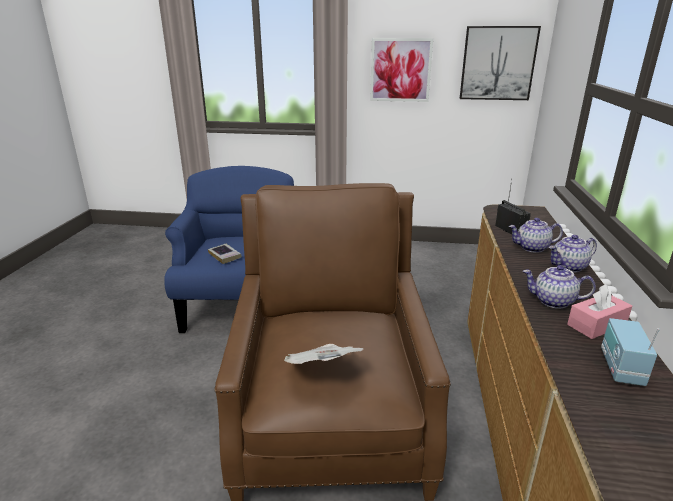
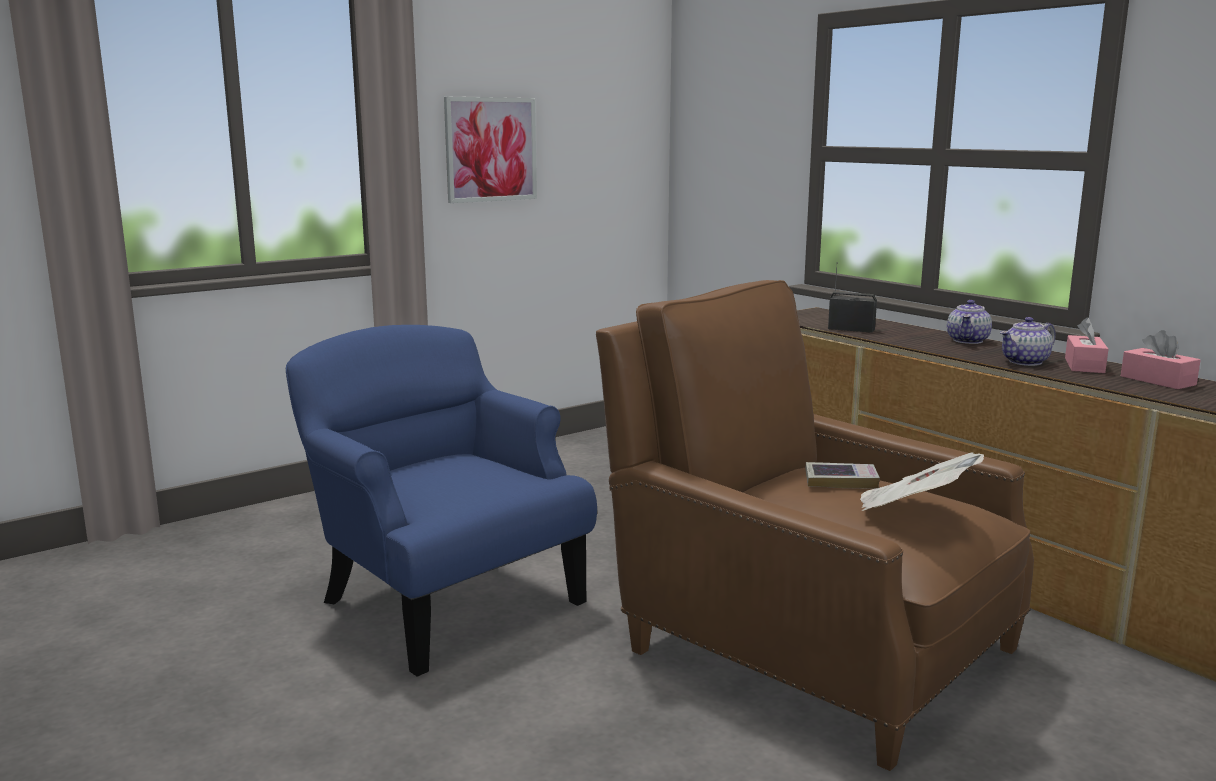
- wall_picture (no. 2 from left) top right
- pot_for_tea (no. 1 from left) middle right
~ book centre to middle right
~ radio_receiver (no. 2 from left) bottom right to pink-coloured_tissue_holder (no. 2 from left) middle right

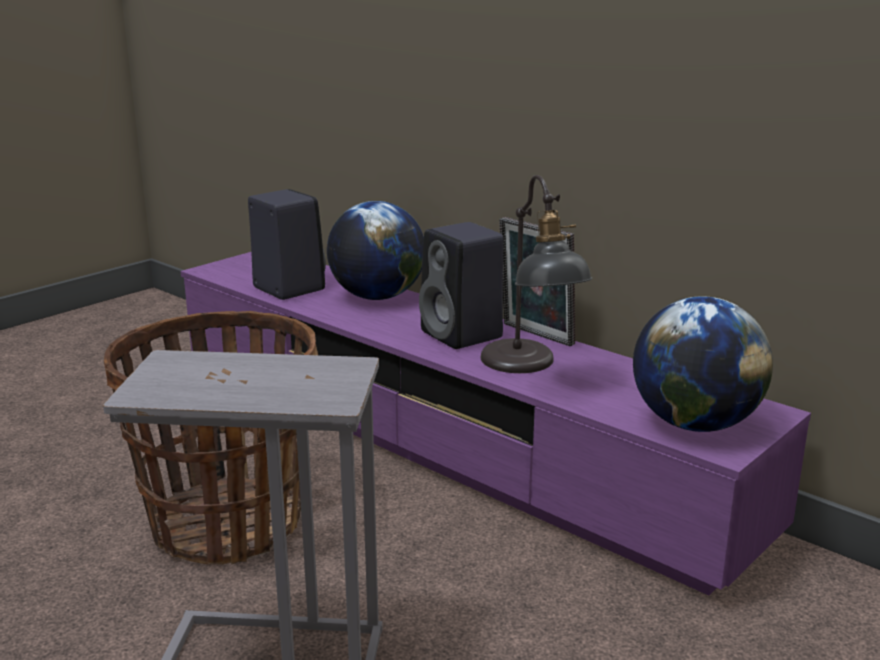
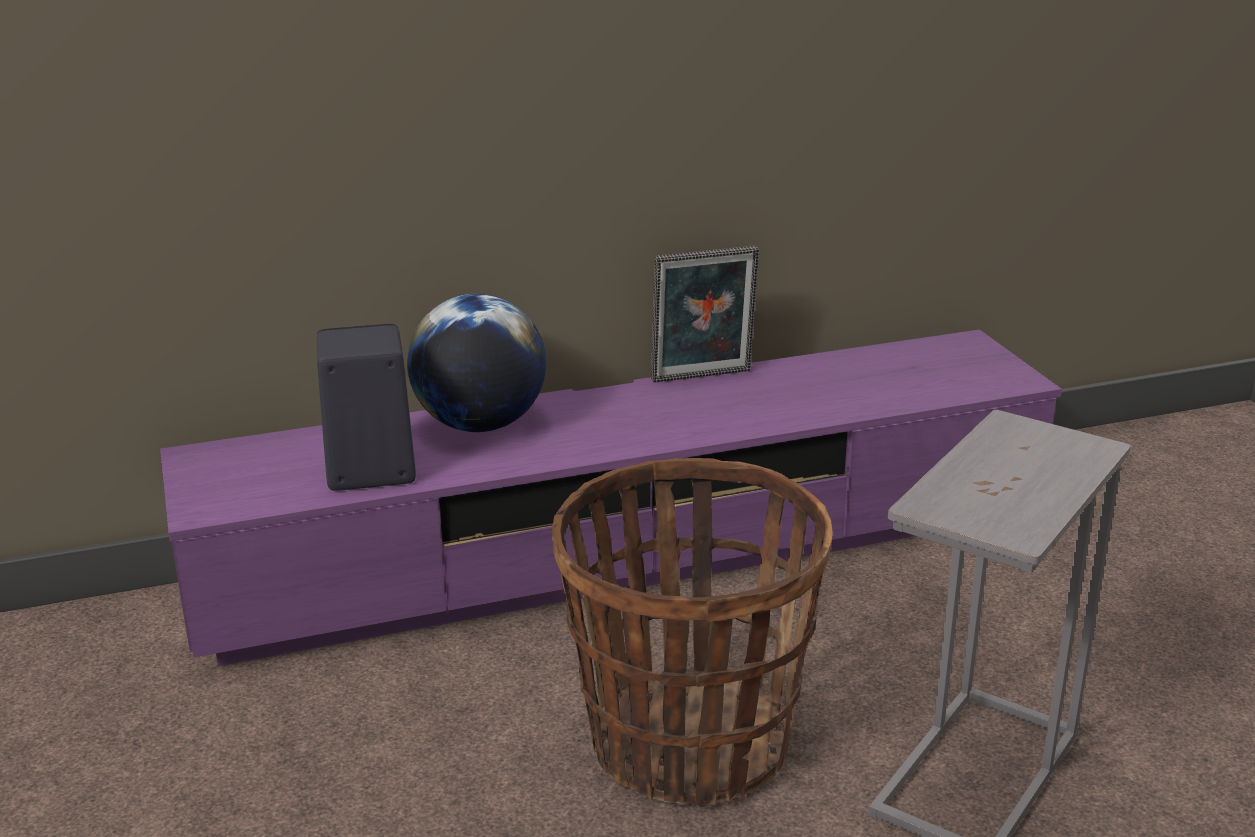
- grey_lamp_for_a_table centre
- black_audio_speaker (no. 2 from left) centre
- globe (no. 2 from left) middle right

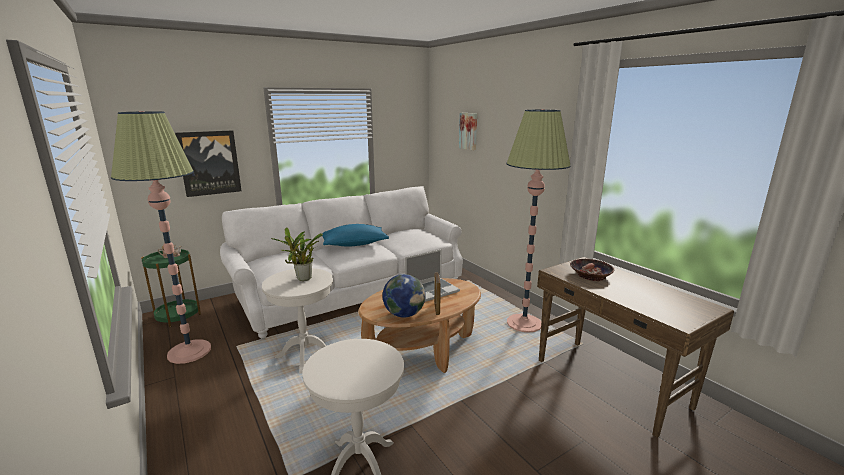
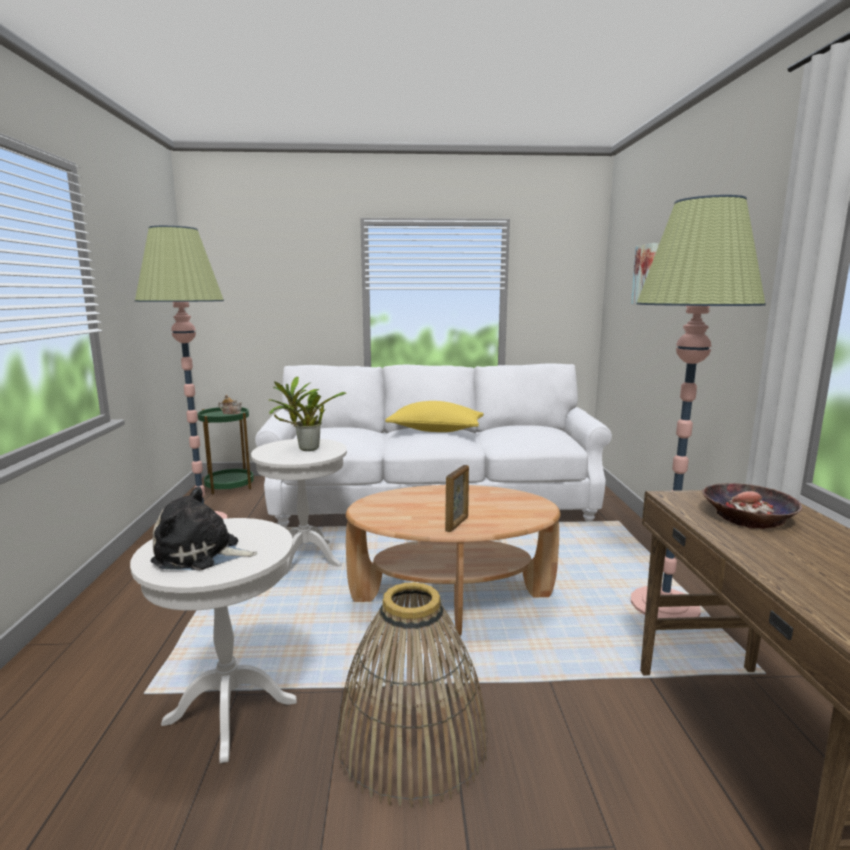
- wall_picture (no. 1 from left) middle left
~ blue-coloured_cushion centre to yellow_cushion centre
- portable_computer centre
- globe centre
+ soft_toy middle left
+ household_basket bottom centre

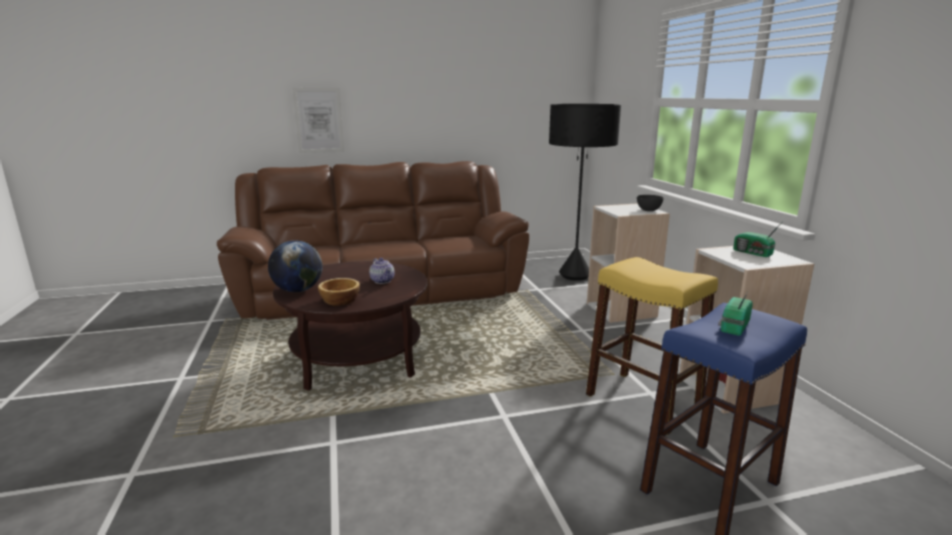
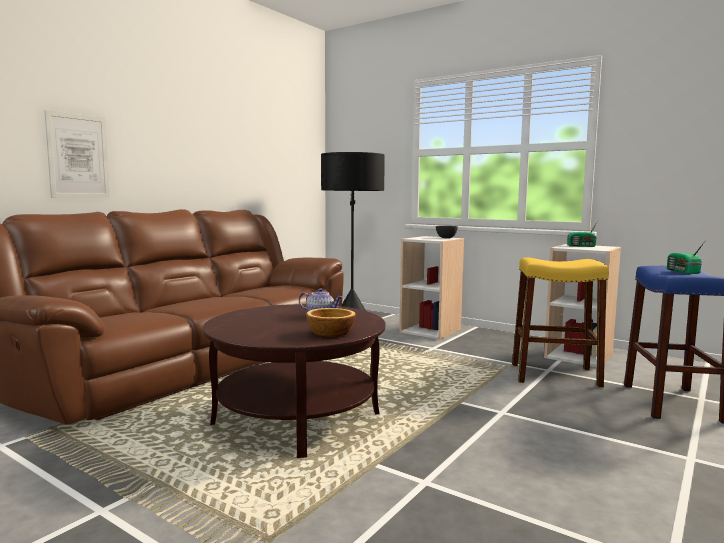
- globe middle left

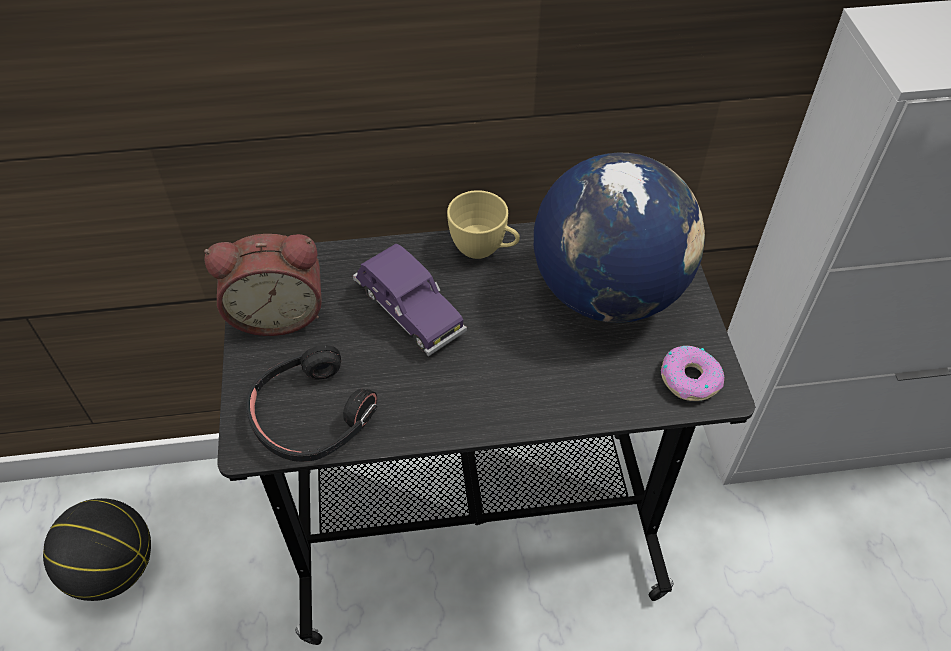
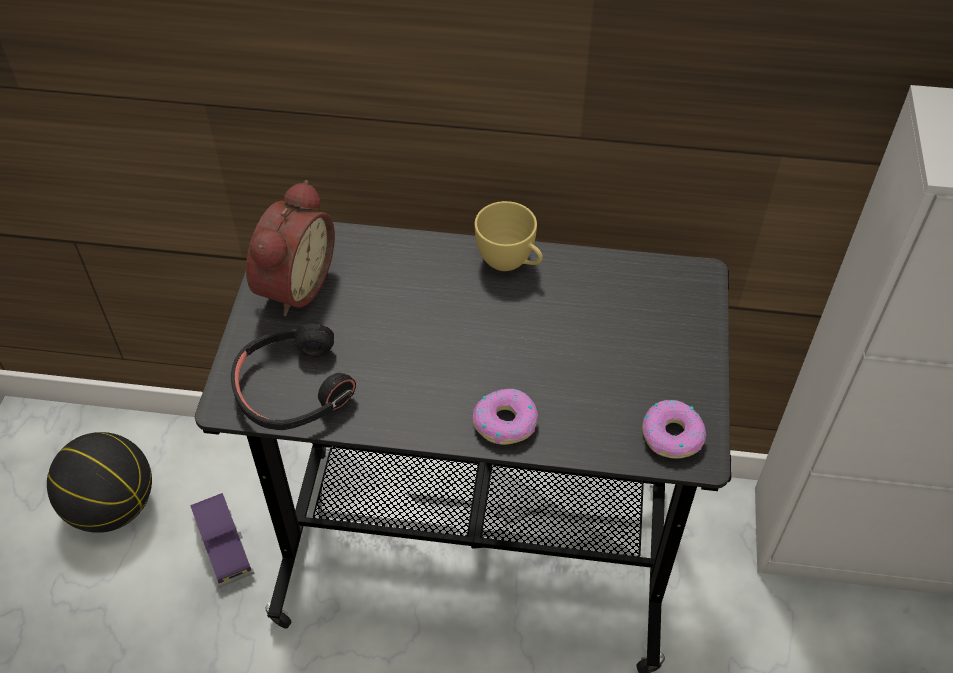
- globe centre
~ table_clock middle left = middle left 75 degrees counterclockwise
~ purplish_model_car centre to bottom left
+ doughnut (no. 1 from left) centre

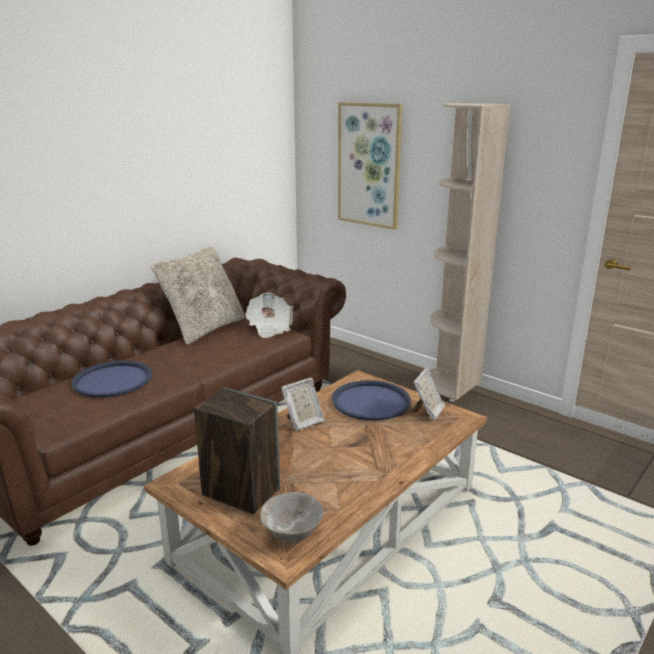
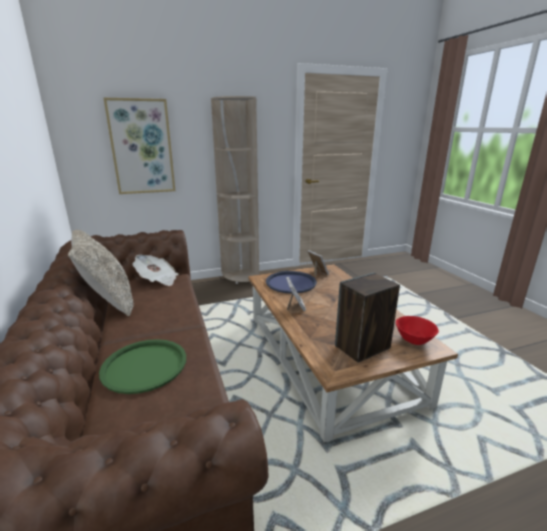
~ blue-coloured_carrying_tray (no. 1 from left) middle left to greenish_carrying_tray bottom left
~ grey_bowl bottom centre to red-coloured_bowl middle right

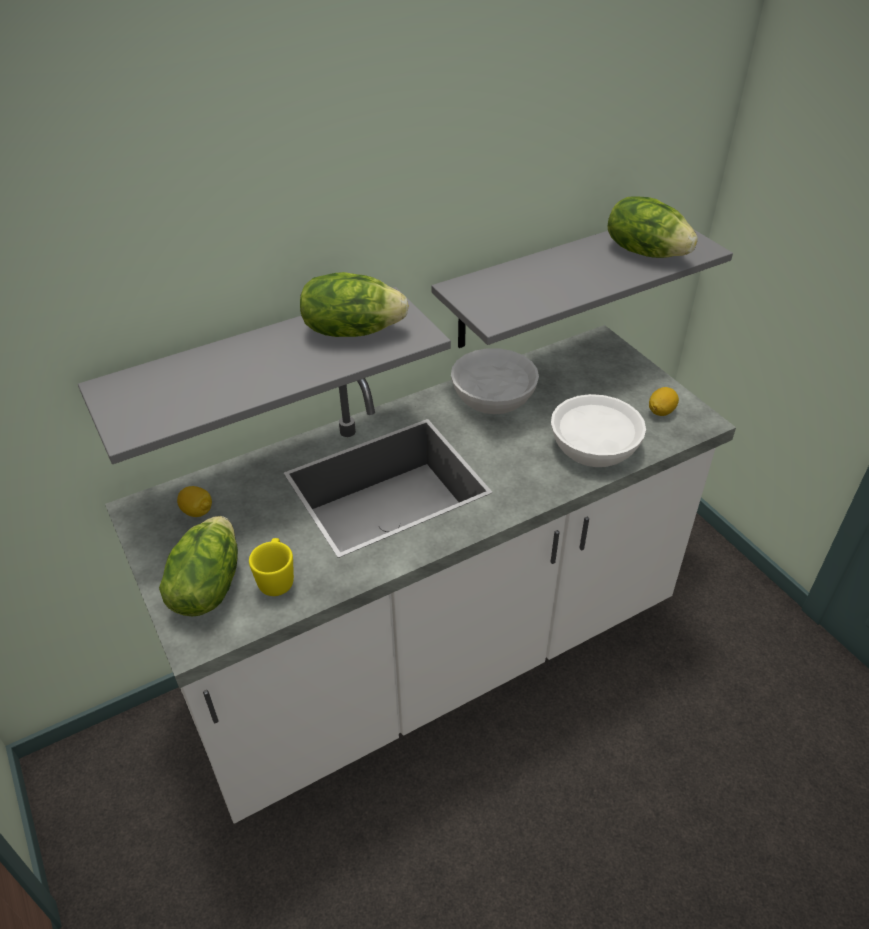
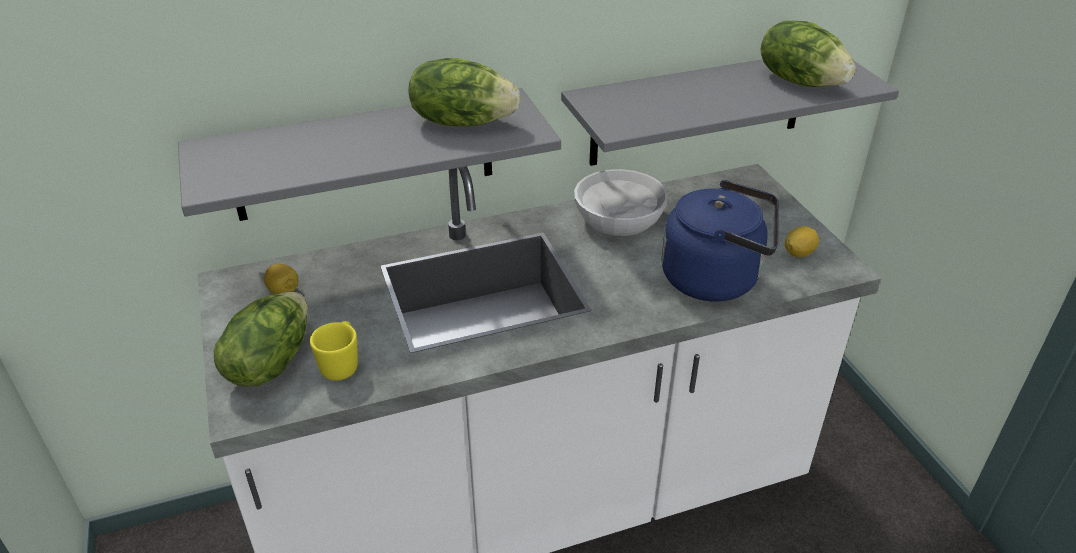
~ white-coloured_bowl (no. 2 from left) middle right to blue-coloured_tea_kettle middle right

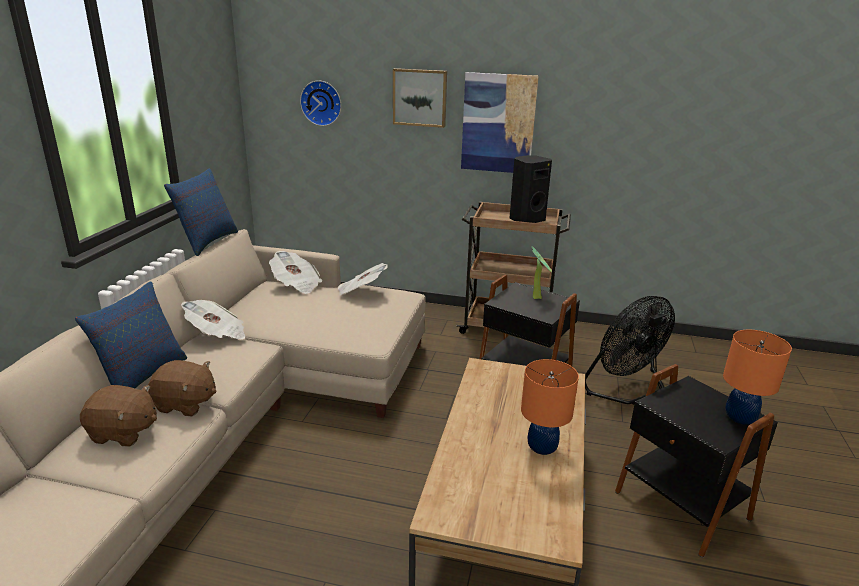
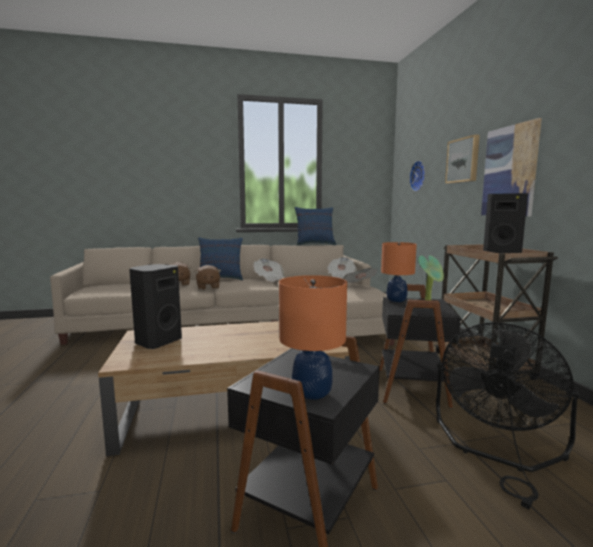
~ orange_lamp_for_a_table (no. 1 from left in the first image) bottom centre to orange_lamp_for_a_table (no. 2 from left) middle right
+ black_audio_speaker (no. 1 from left) middle left

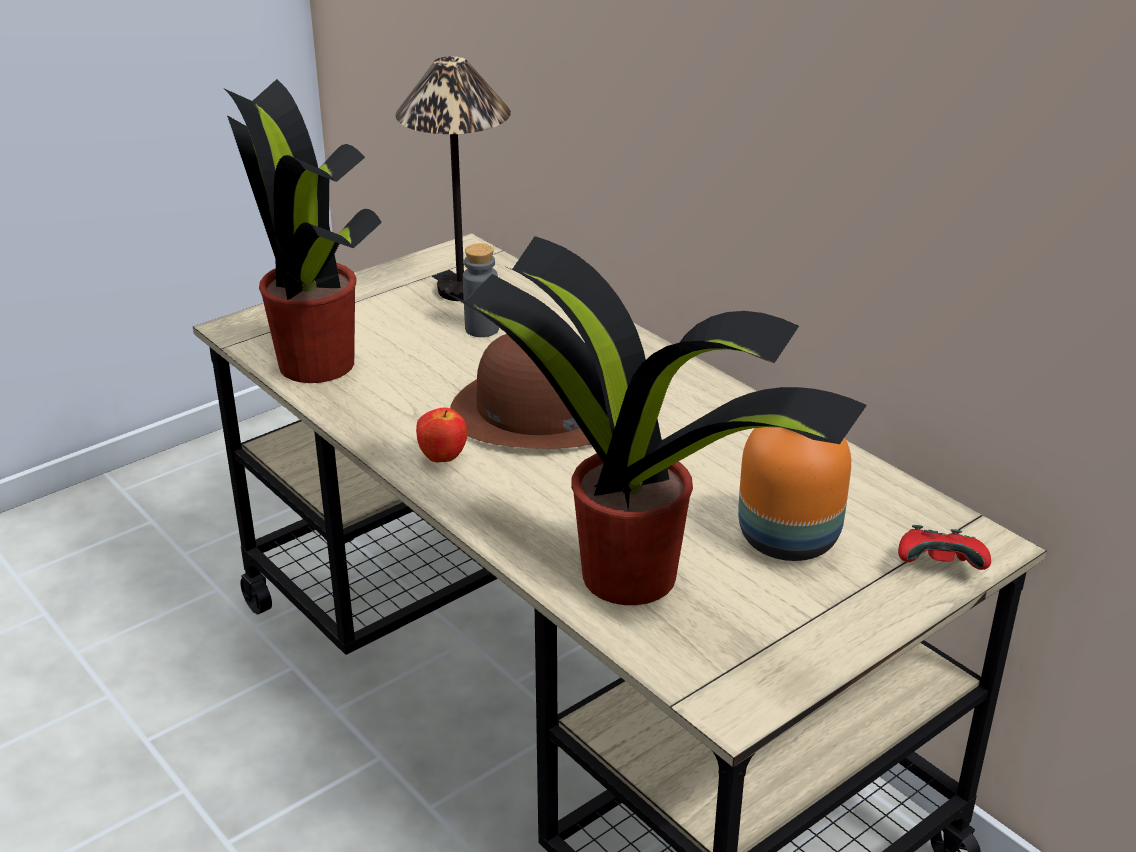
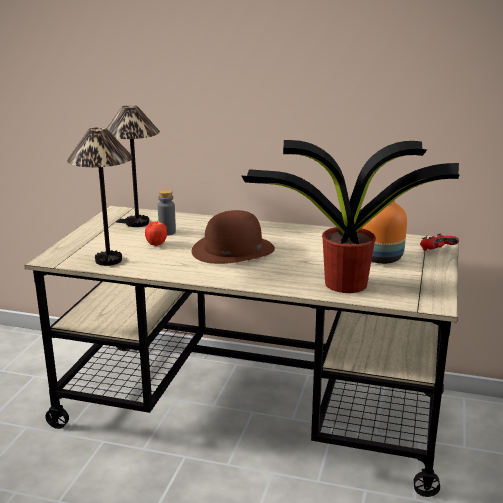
~ houseplant (no. 1 from left) top left to lamp_for_a_table (no. 1 from left) middle left
~ whole_apple centre to middle left

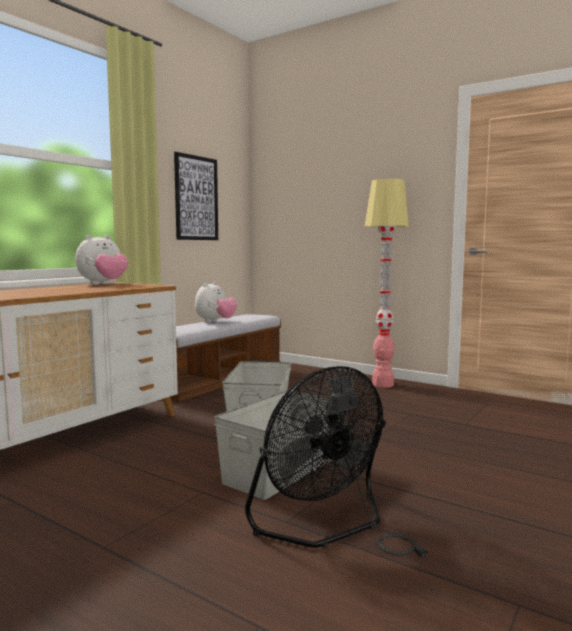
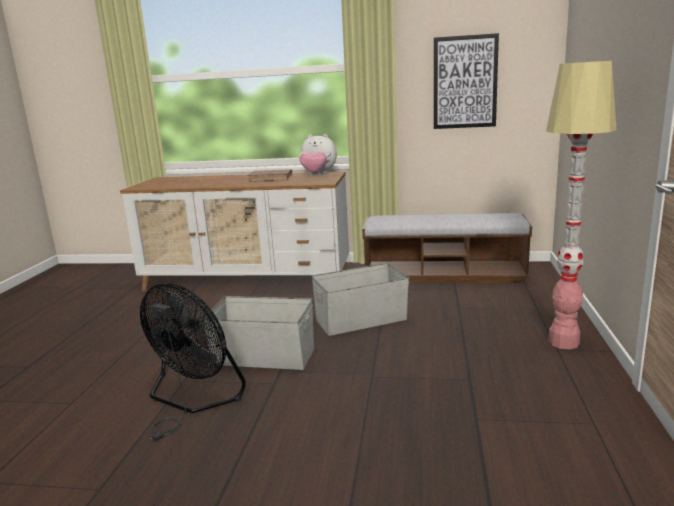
- soft_toy (no. 2 from left) centre
+ brown_book centre

